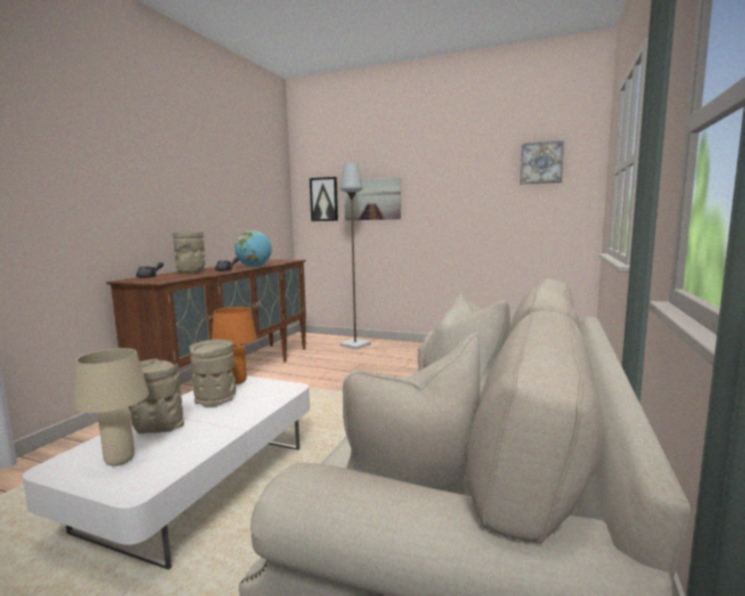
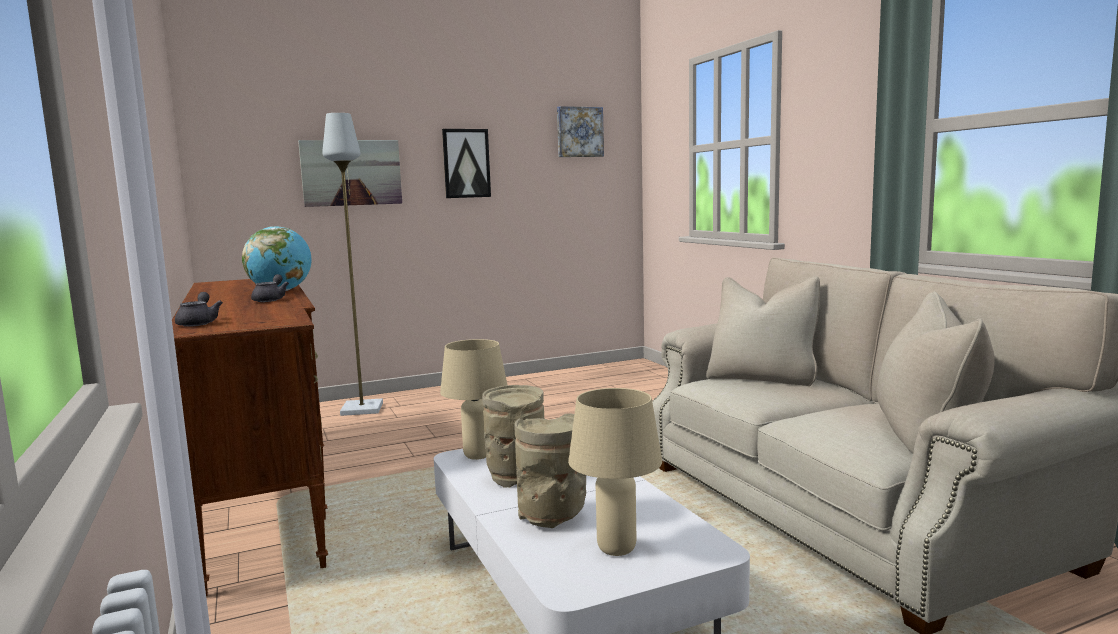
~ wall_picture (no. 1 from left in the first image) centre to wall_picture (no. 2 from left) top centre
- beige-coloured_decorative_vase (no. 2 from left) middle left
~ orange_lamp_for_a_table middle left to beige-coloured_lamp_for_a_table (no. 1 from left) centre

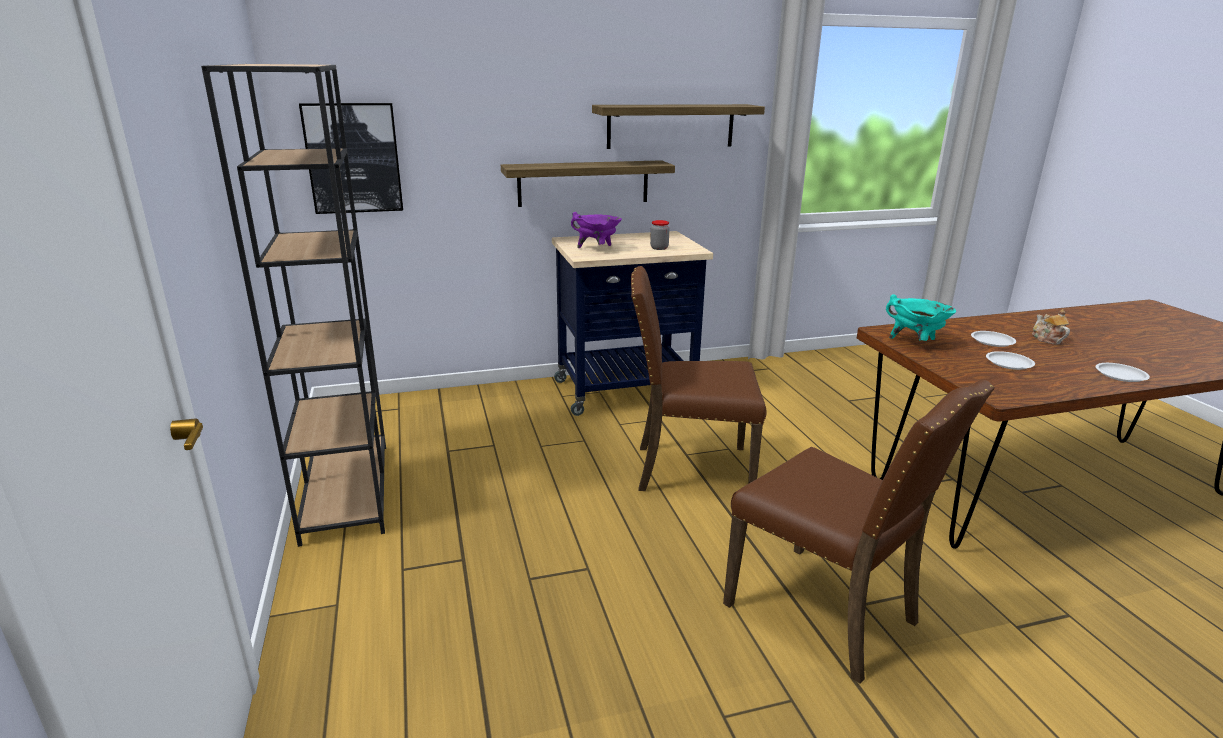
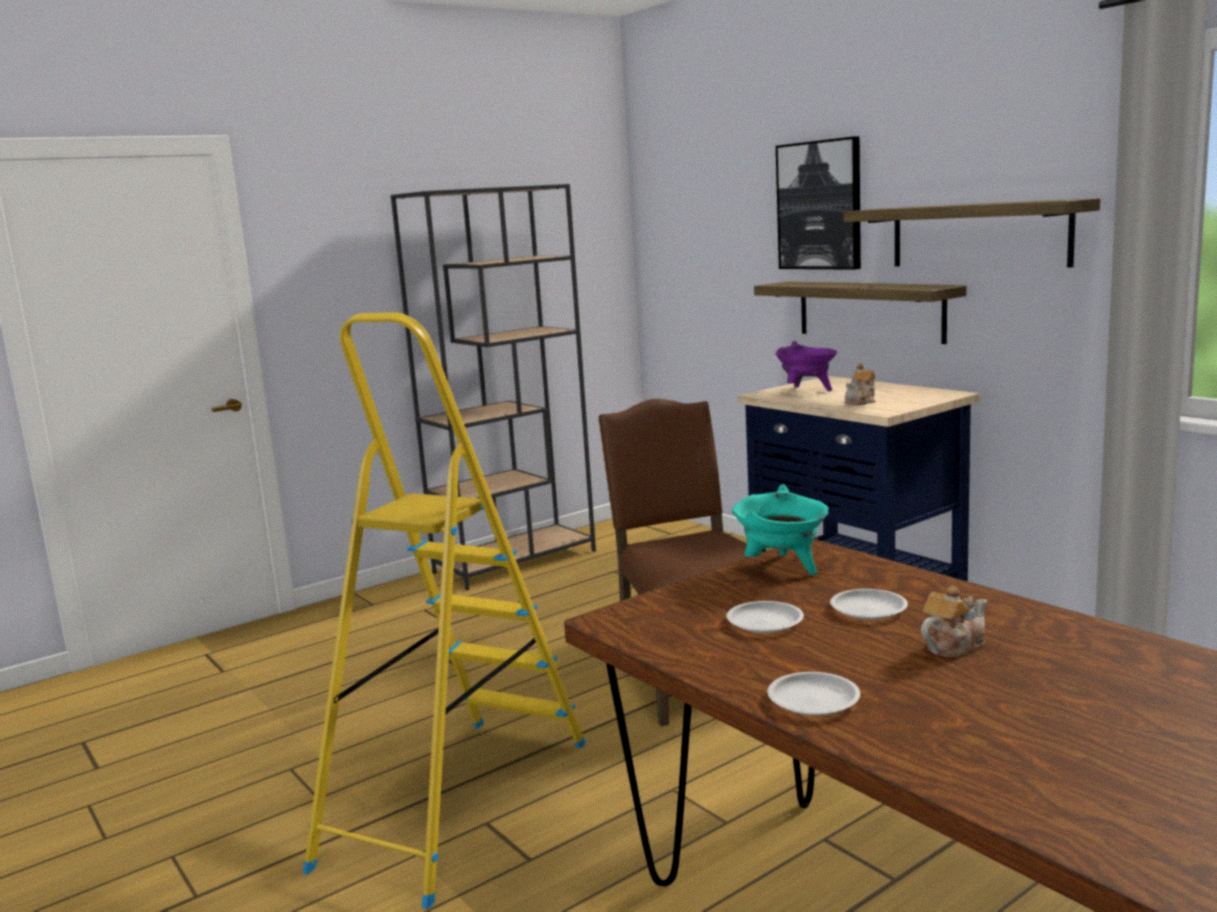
~ wall_picture top left to top right
~ jar top centre to pot_for_tea (no. 1 from left) middle right
~ brown_plain_chair (no. 2 from left) bottom right to yellow_stepladder bottom centre

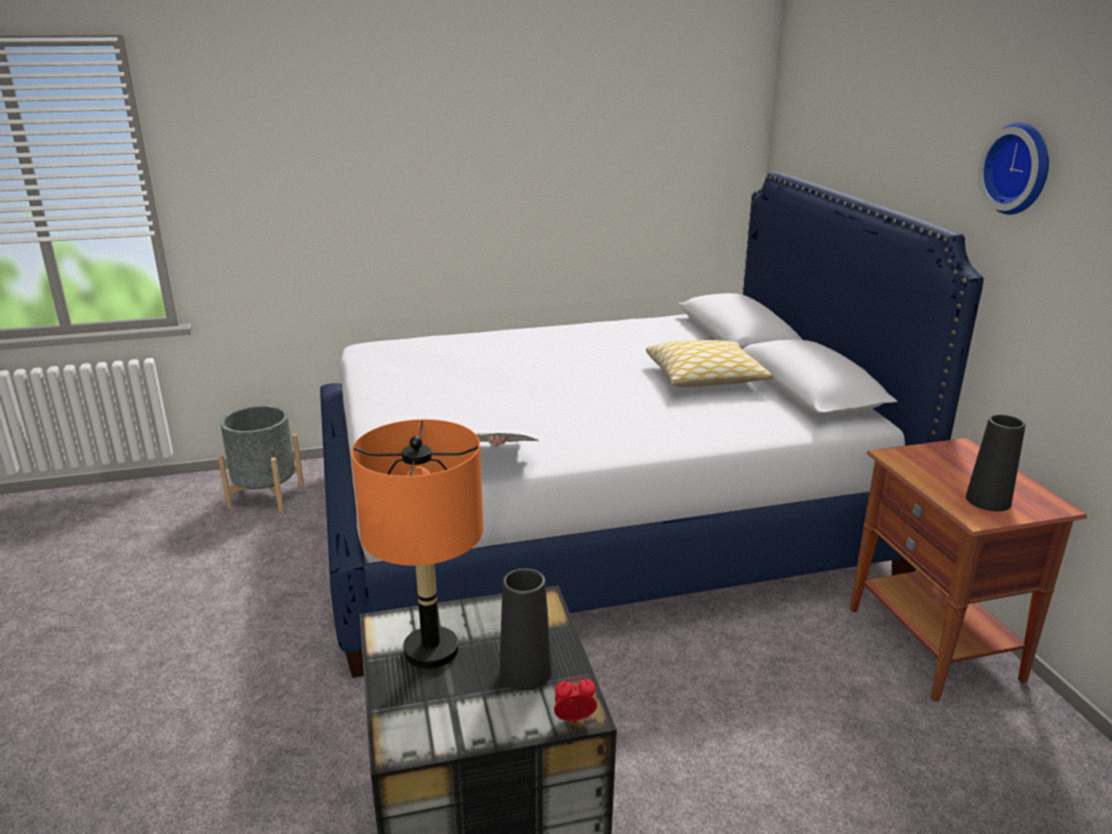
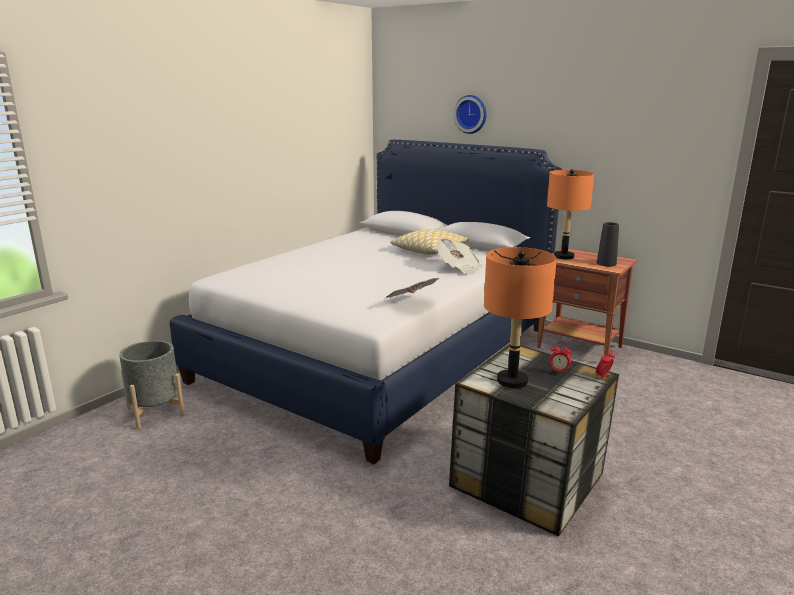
~ hanging_clock top right to top centre
~ black_decorative_vase (no. 1 from left) bottom centre to table_clock (no. 1 from left) middle right
+ orange_lamp_for_a_table (no. 2 from left) middle right
+ newspaper (no. 2 from left) centre

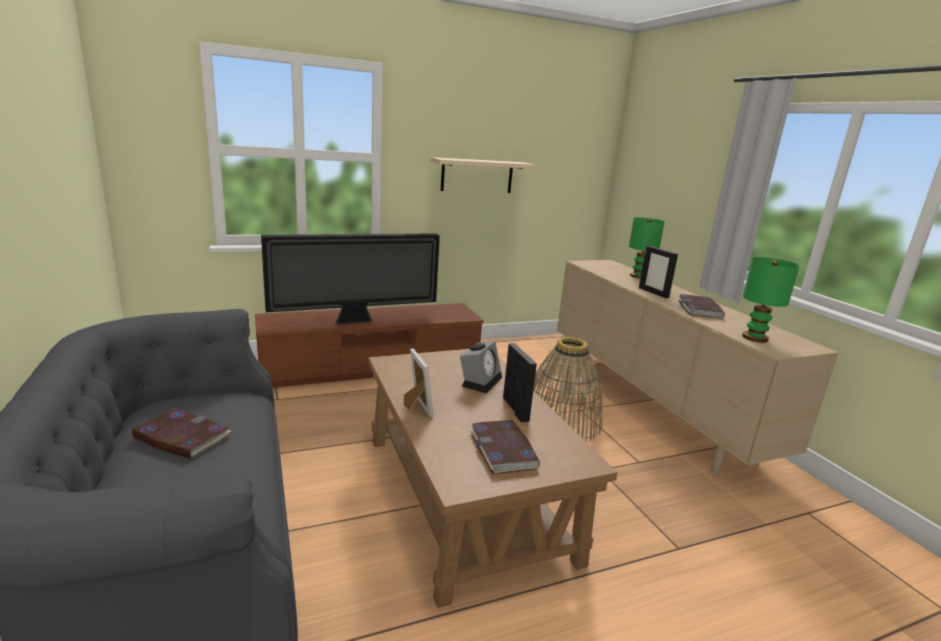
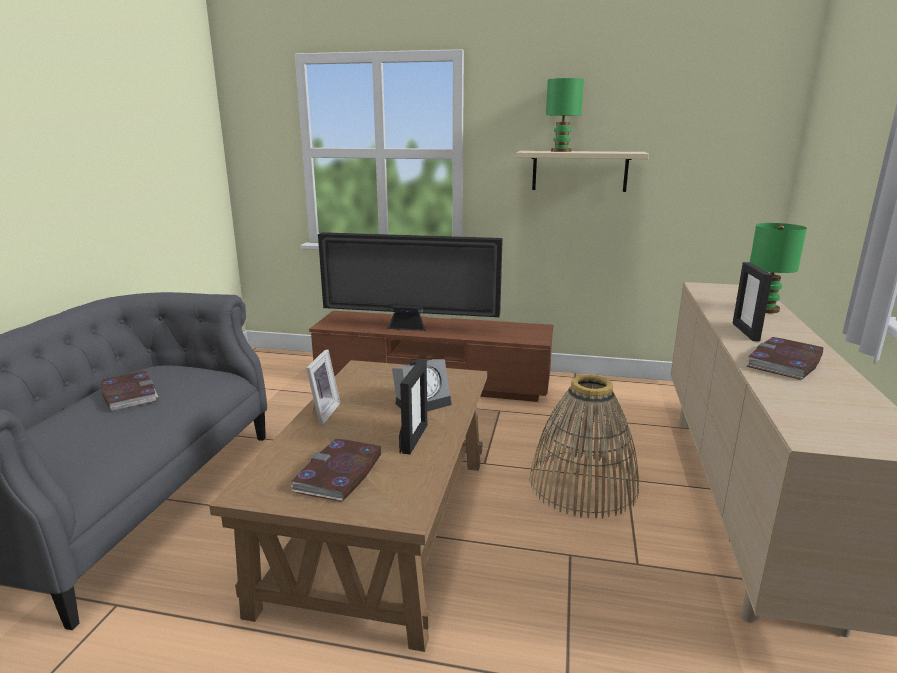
~ greenish_lamp_for_a_table (no. 2 from left in the first image) middle right to greenish_lamp_for_a_table (no. 1 from left) top centre

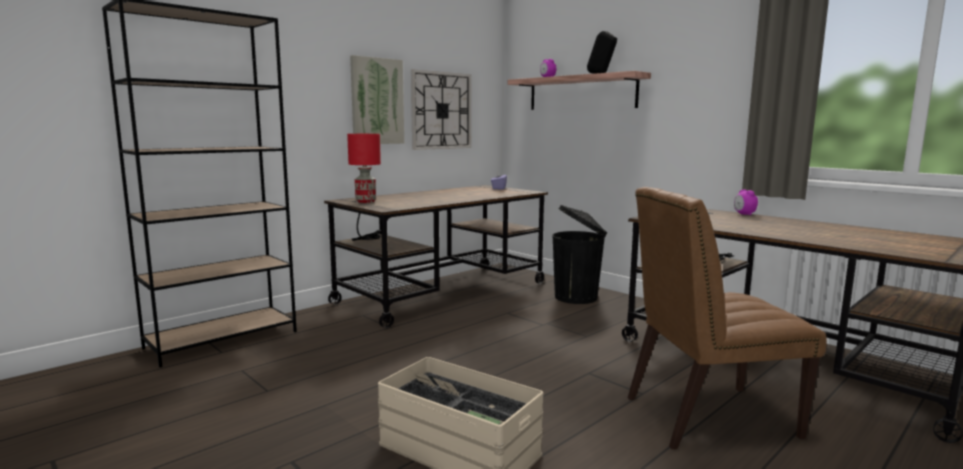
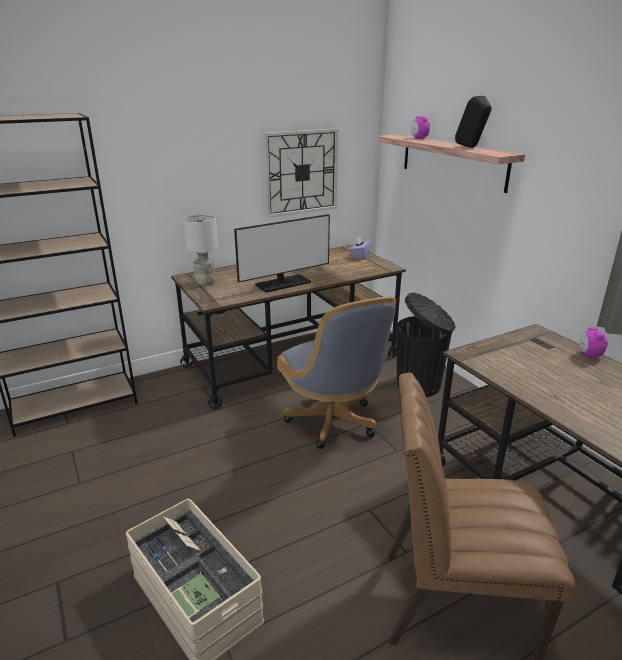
- wall_picture top centre
~ red-coloured_lamp_for_a_table centre to grey_lamp_for_a_table middle left
+ computer_screen centre
+ blue-coloured_computer_chair centre

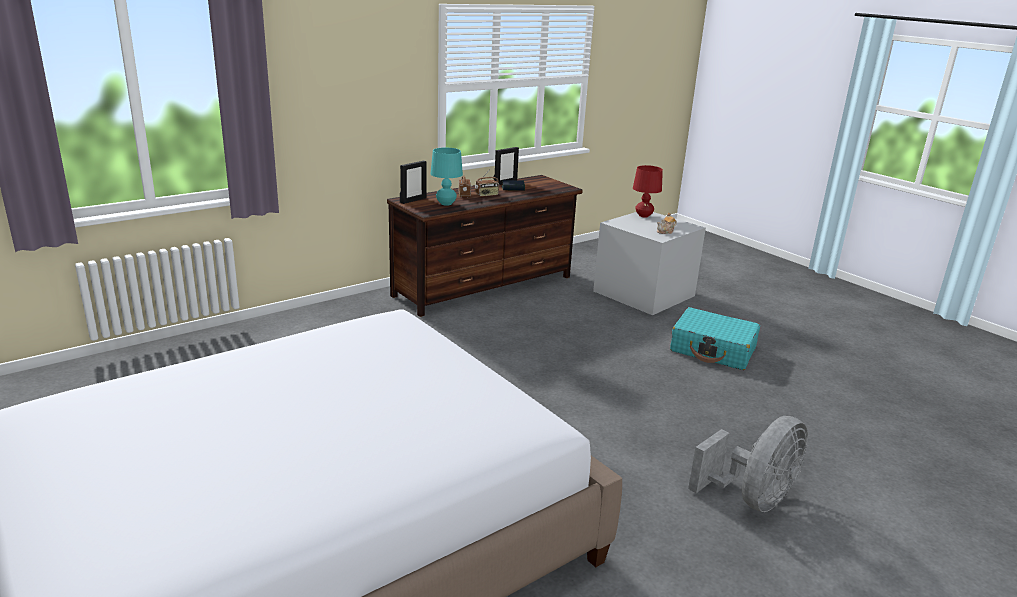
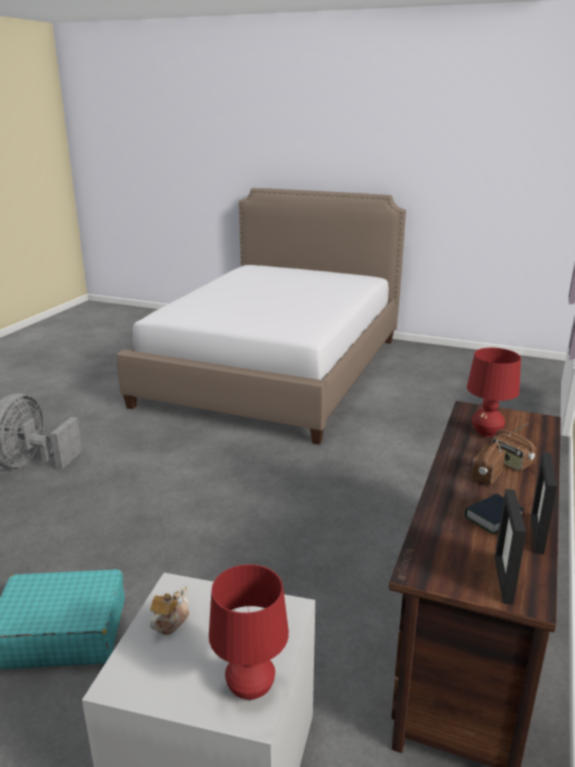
~ blue-green_lamp_for_a_table top centre to red-coloured_lamp_for_a_table (no. 2 from left) middle right
~ standing_frame (no. 1 from left) top centre to bottom right

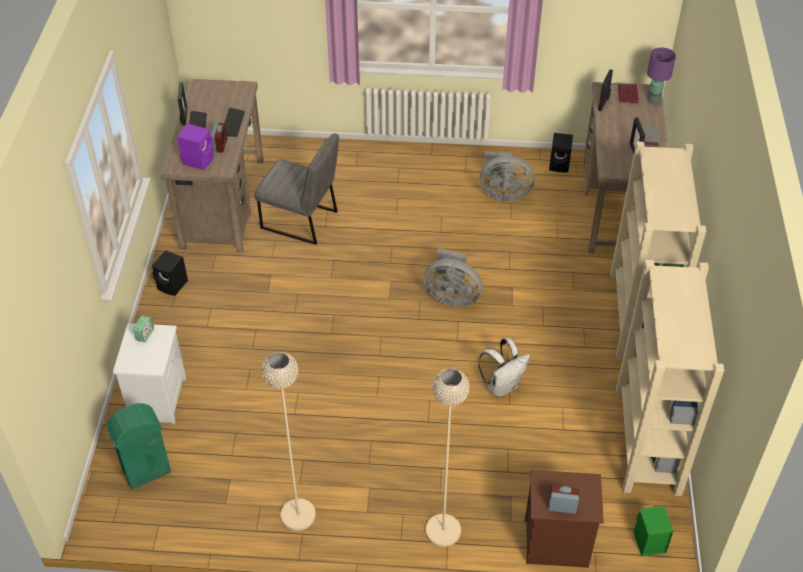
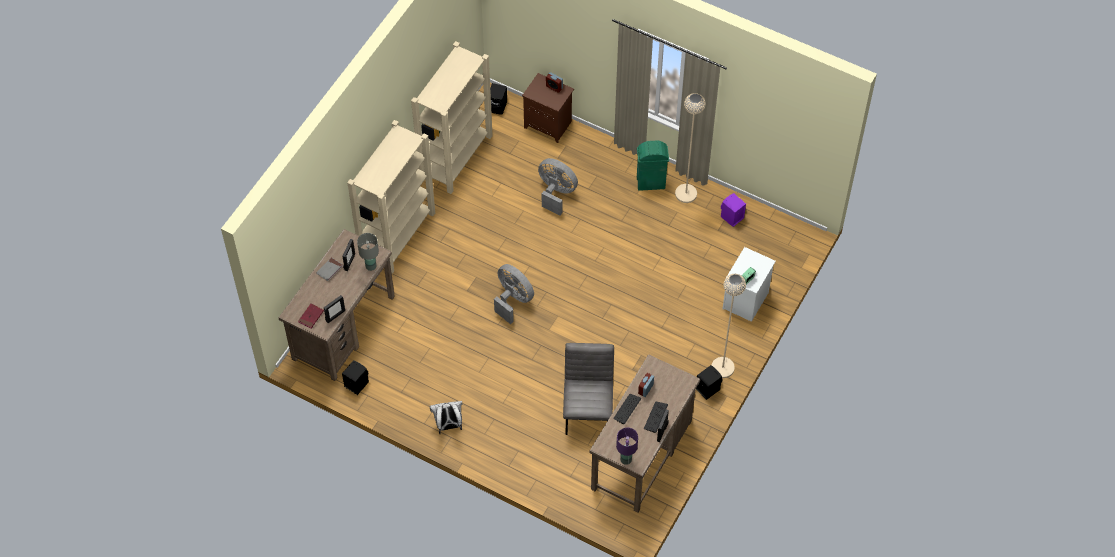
~ purplish_lamp_for_a_table top right to bottom centre
~ purplish_audio_speaker top left to centre
~ grey_plain_chair top centre = bottom centre 45 degrees clockwise
~ grey_cooling_fan (no. 2 from left) top centre to centre
~ white-coloured_rucksack centre to bottom centre
~ beige-coloured_standard_lamp (no. 2 from left) bottom centre to centre
~ greenish_waste_bin bottom left to top centre
~ greenish_audio_speaker bottom right to black_audio_speaker (no. 2 from left) top centre
+ grey_lamp_for_a_table middle left

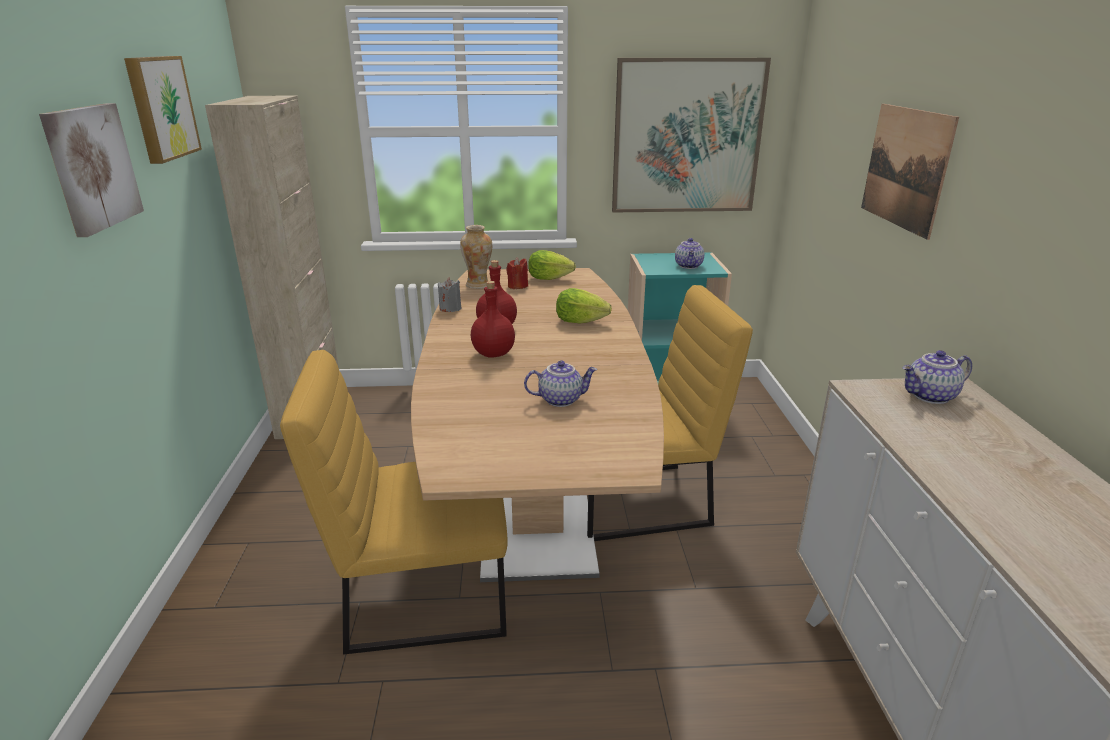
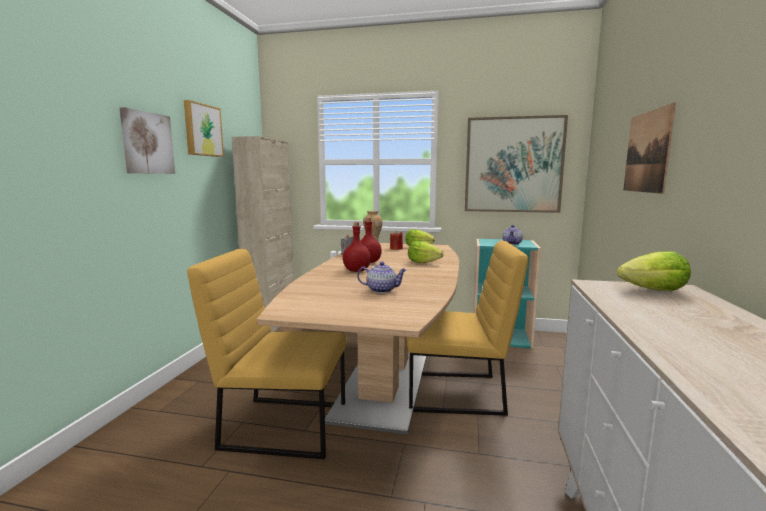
~ pot_for_tea (no. 3 from left) middle right to lettuce (no. 3 from left) middle right

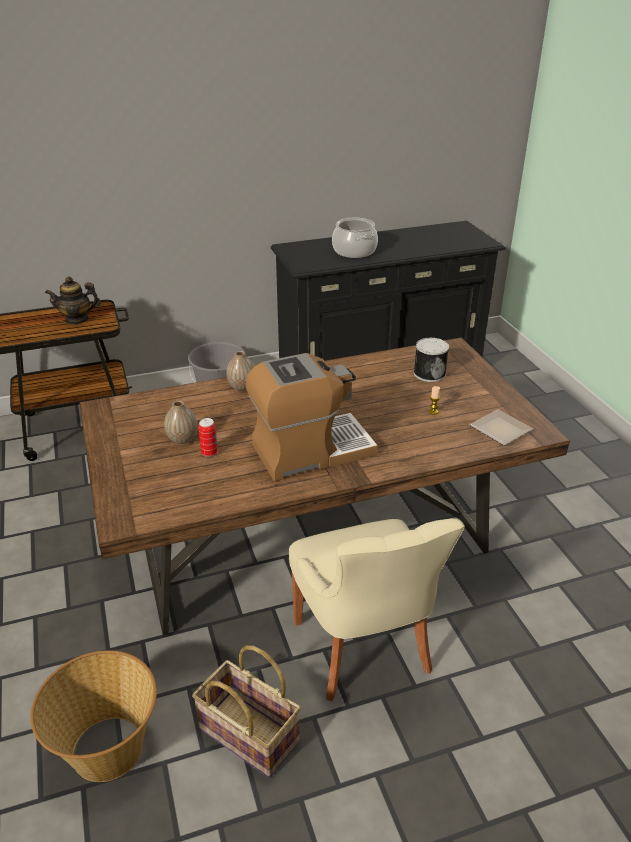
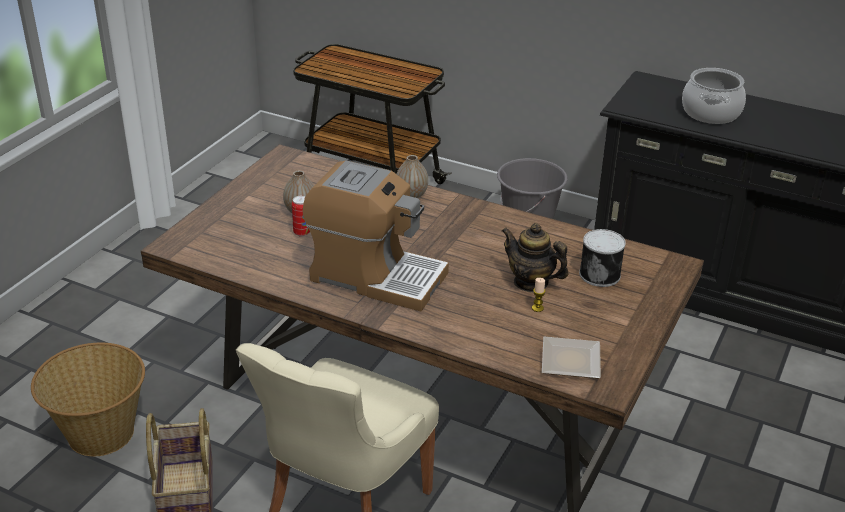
~ pot_for_tea middle left to centre

